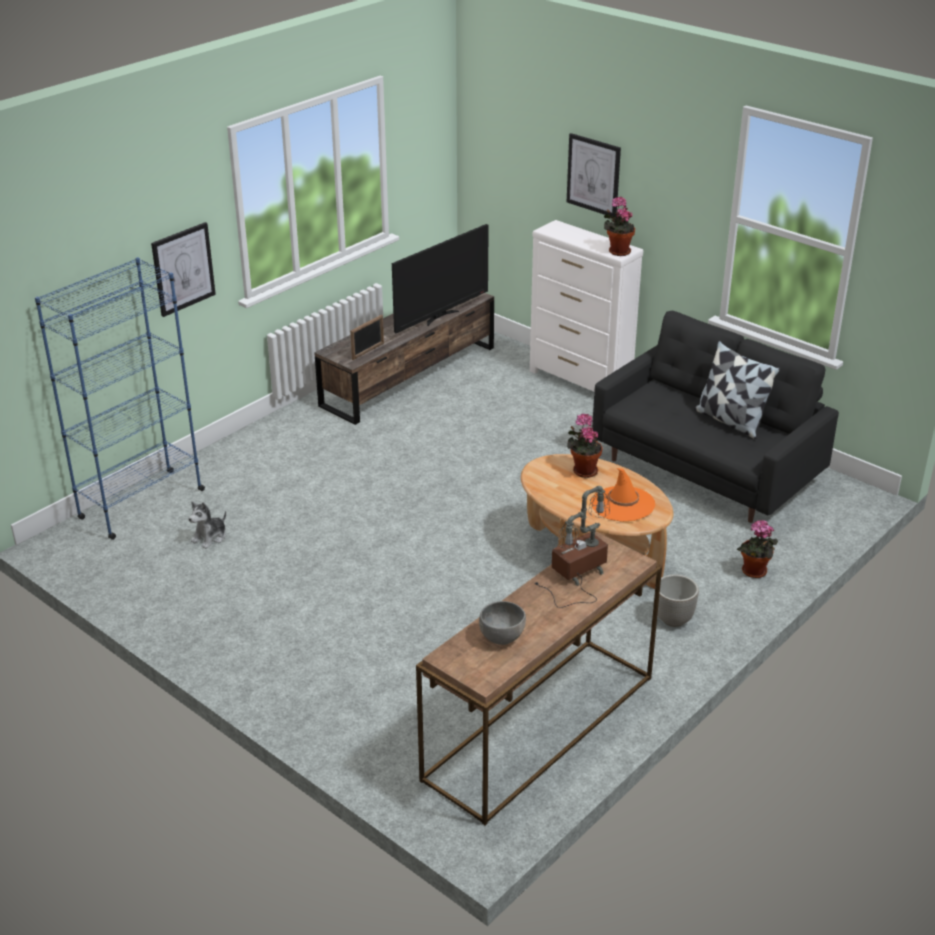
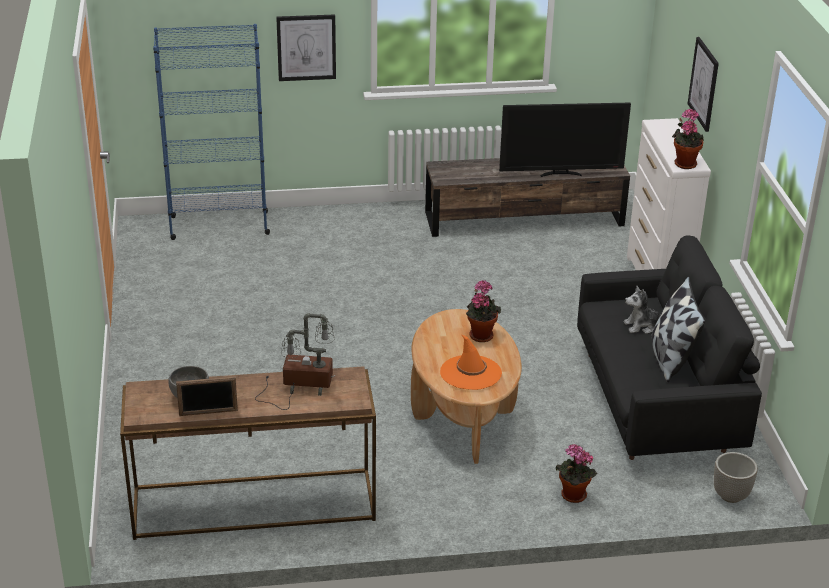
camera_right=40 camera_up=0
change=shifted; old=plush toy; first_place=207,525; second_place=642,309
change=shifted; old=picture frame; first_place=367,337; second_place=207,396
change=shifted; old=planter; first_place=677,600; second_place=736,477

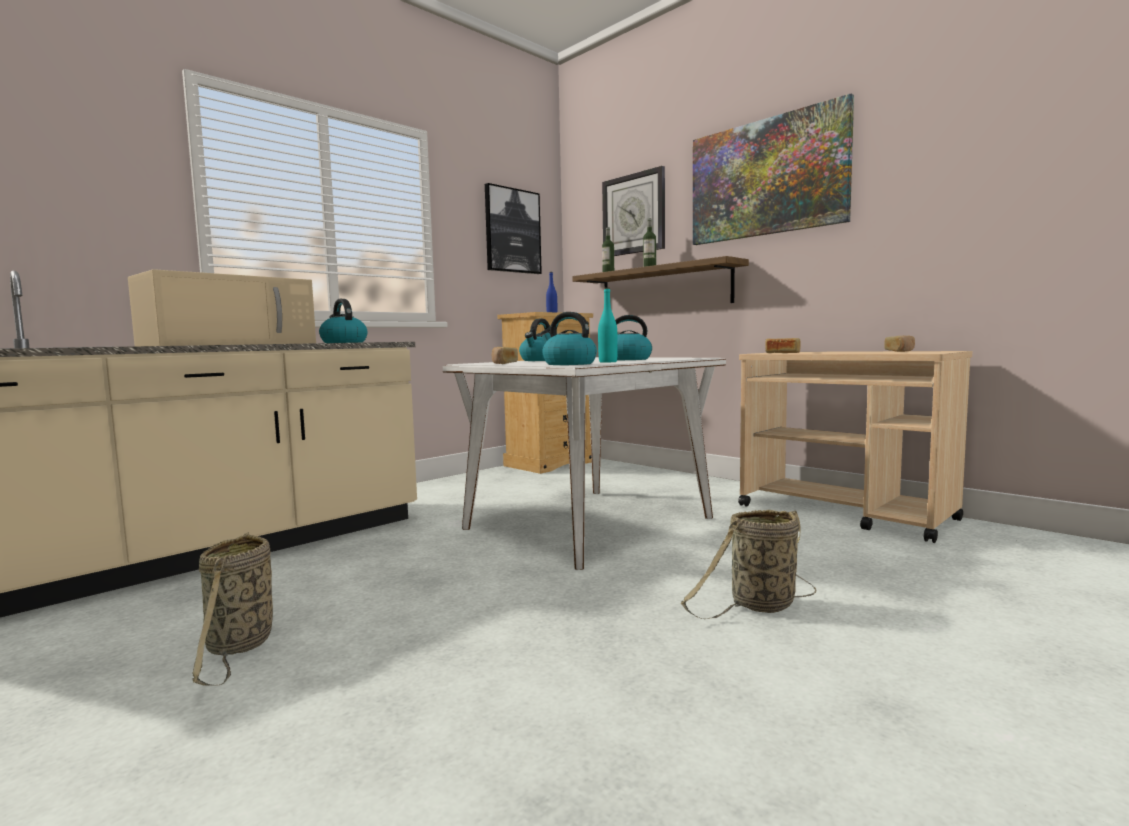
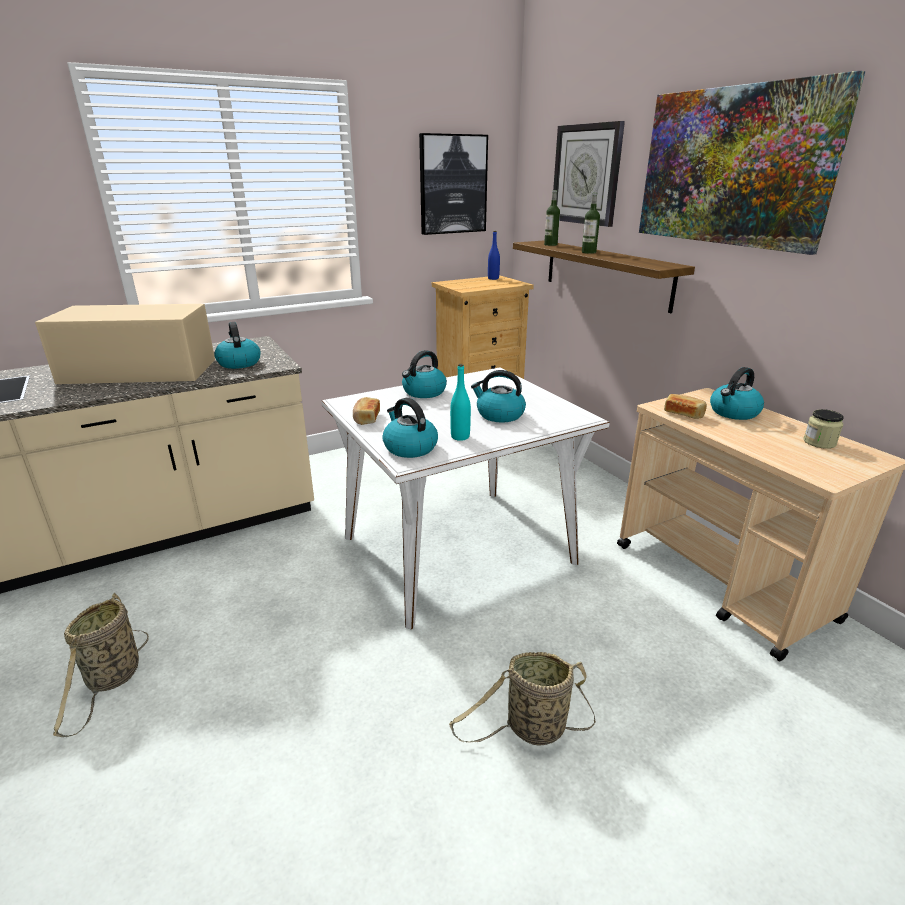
camera_right=15 camera_up=20
change=new; new=kettle; second_place=737,393
change=swapped; old=bread; new=jar; first_place=899,344; second_place=823,429
change=rotated; old=beige microwave; first_place=222,307; second_place=125,344; degrees=-150

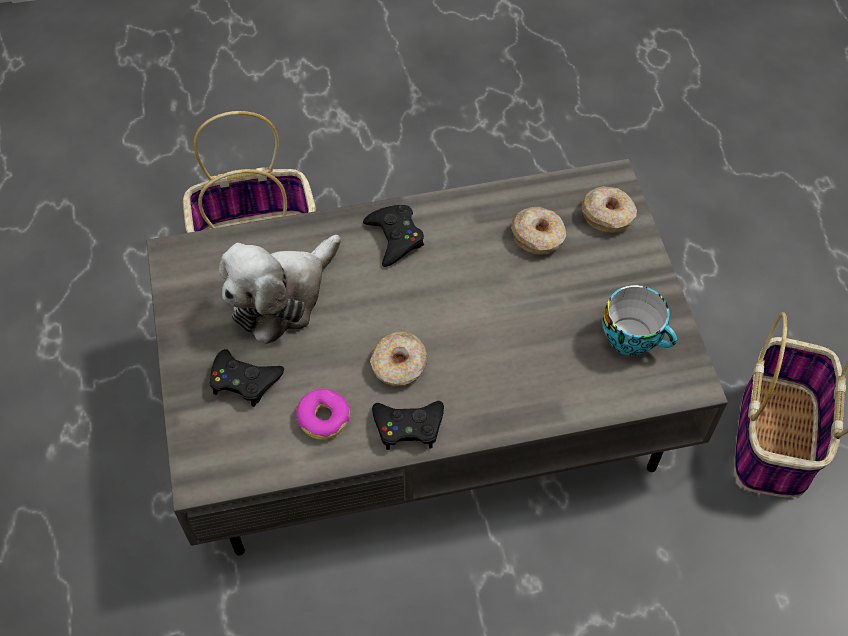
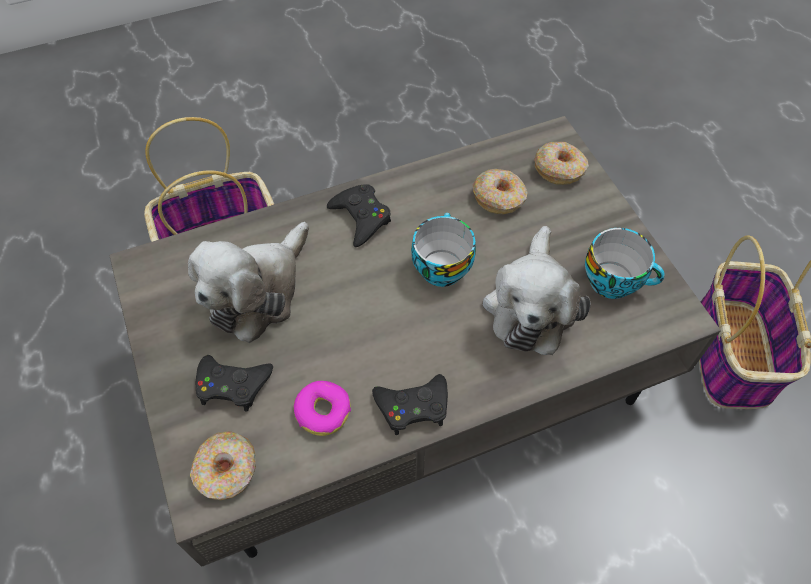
camera_right=-10 camera_up=0
change=new; new=cup; second_place=443,250
change=new; new=plush toy; second_place=537,290
change=shifted; old=donut; first_place=398,359; second_place=223,465

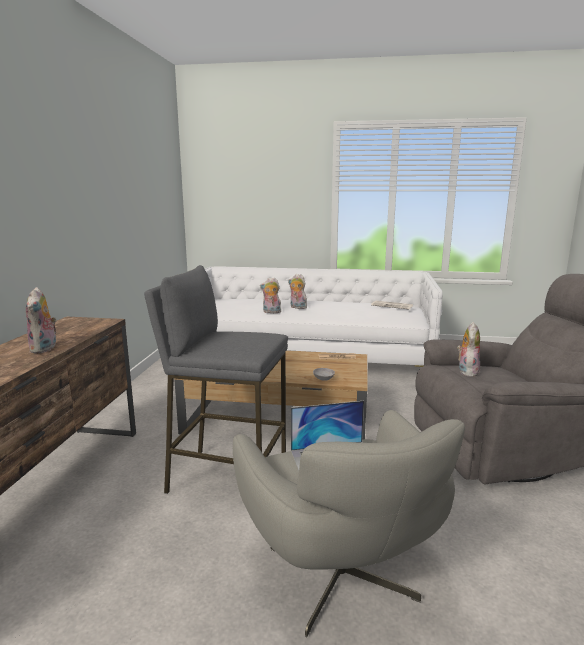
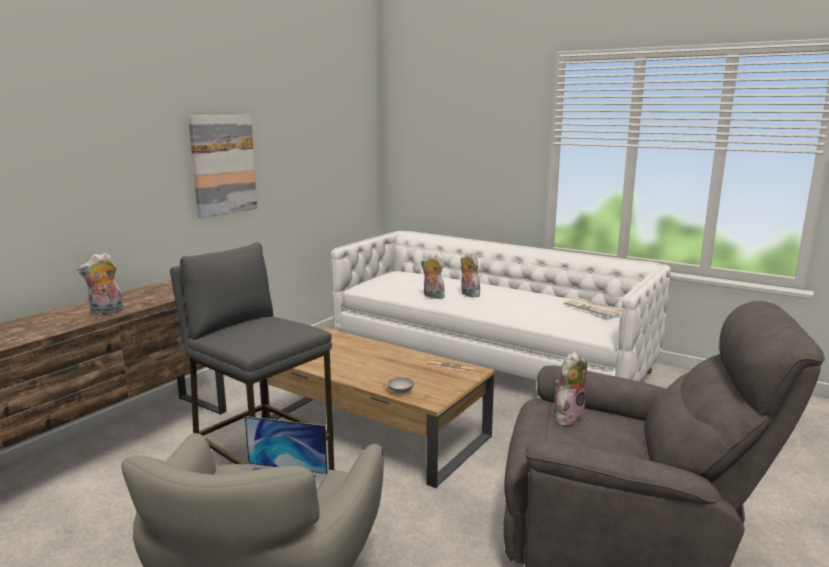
camera_right=25 camera_up=0
change=new; new=picture; second_place=222,166
change=rotated; old=plush toy; first_place=42,320; second_place=101,284; degrees=45

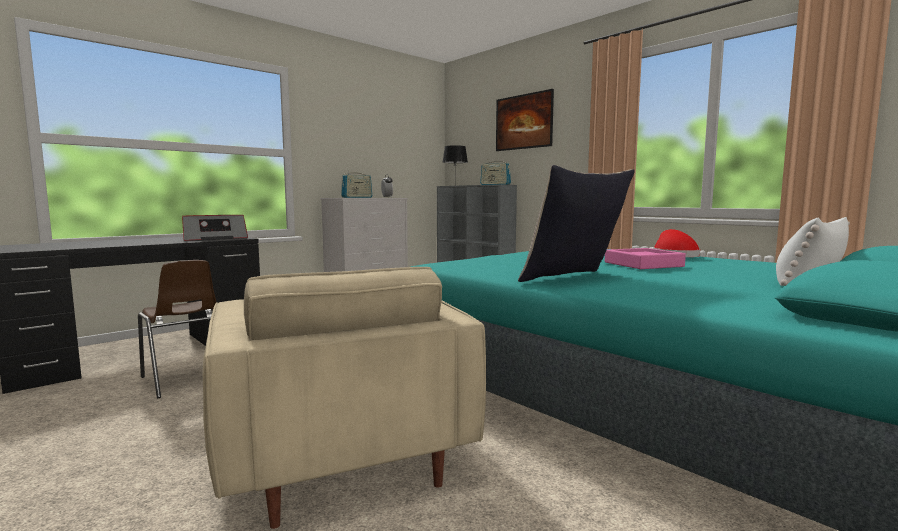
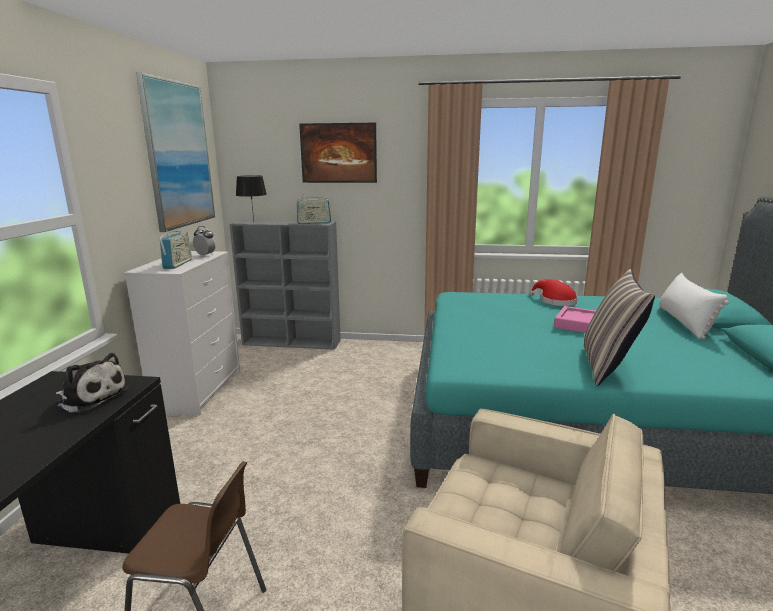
camera_right=-40 camera_up=10
change=new; new=picture; second_place=175,152
change=swapped; old=radio; new=plush toy; first_place=215,228; second_place=92,382

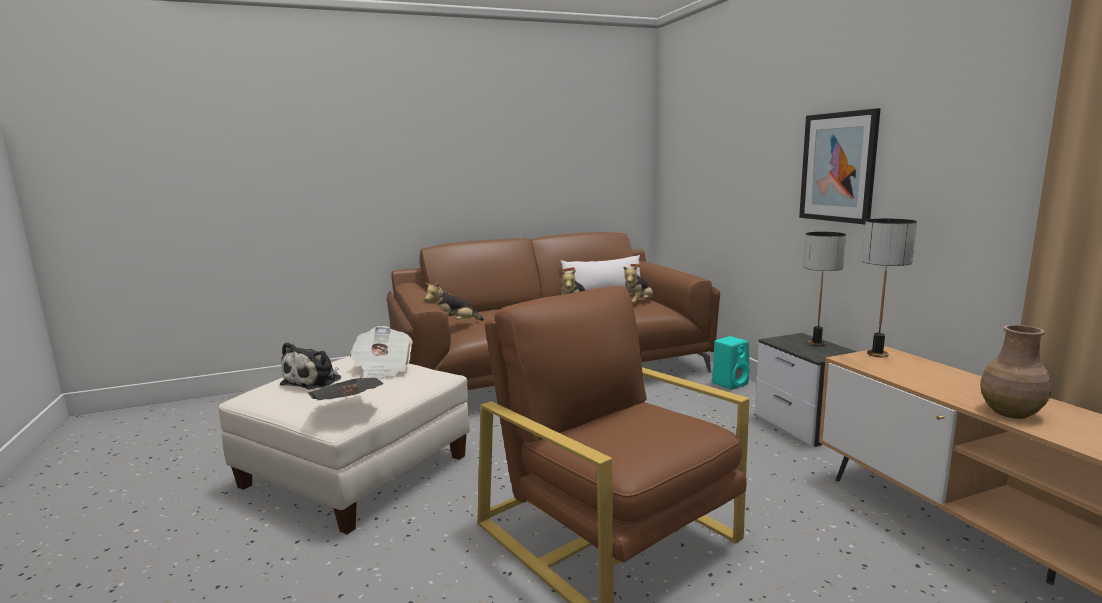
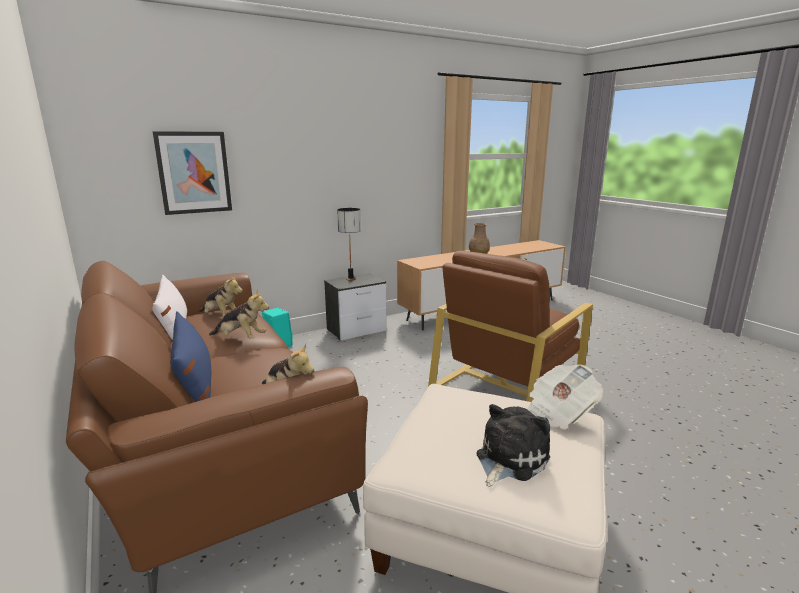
camera_right=-100 camera_up=5
change=gone; old=newspaper; first_place=381,353
change=gone; old=table lamp; first_place=889,288
change=new; new=blue pillow; second_place=190,356
change=shifted; old=picture; first_place=840,166; second_place=192,173
change=rotated; old=plush toy; first_place=310,365; second_place=513,445; degrees=-60

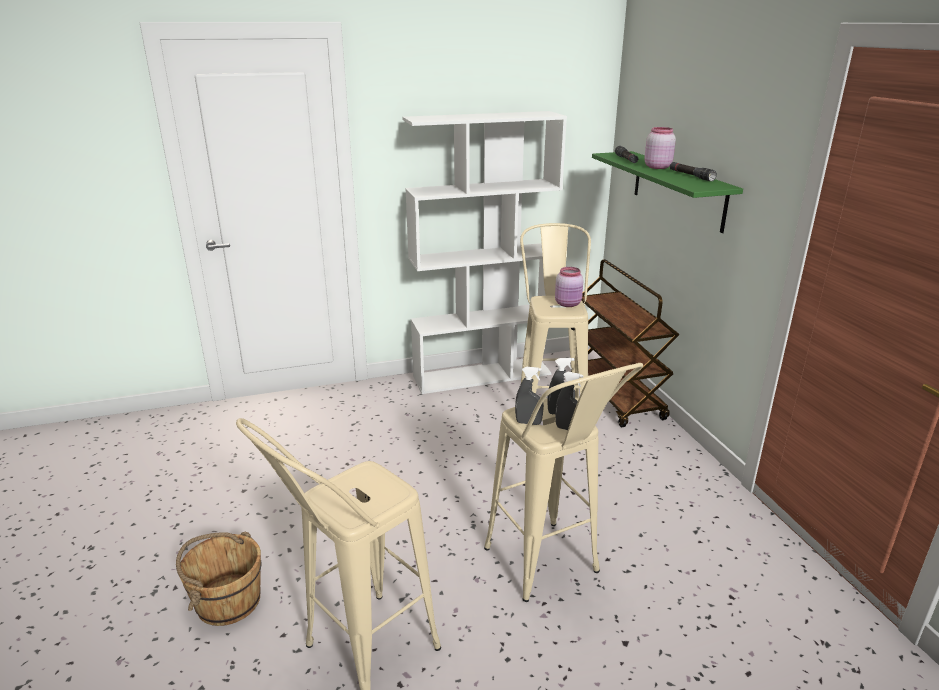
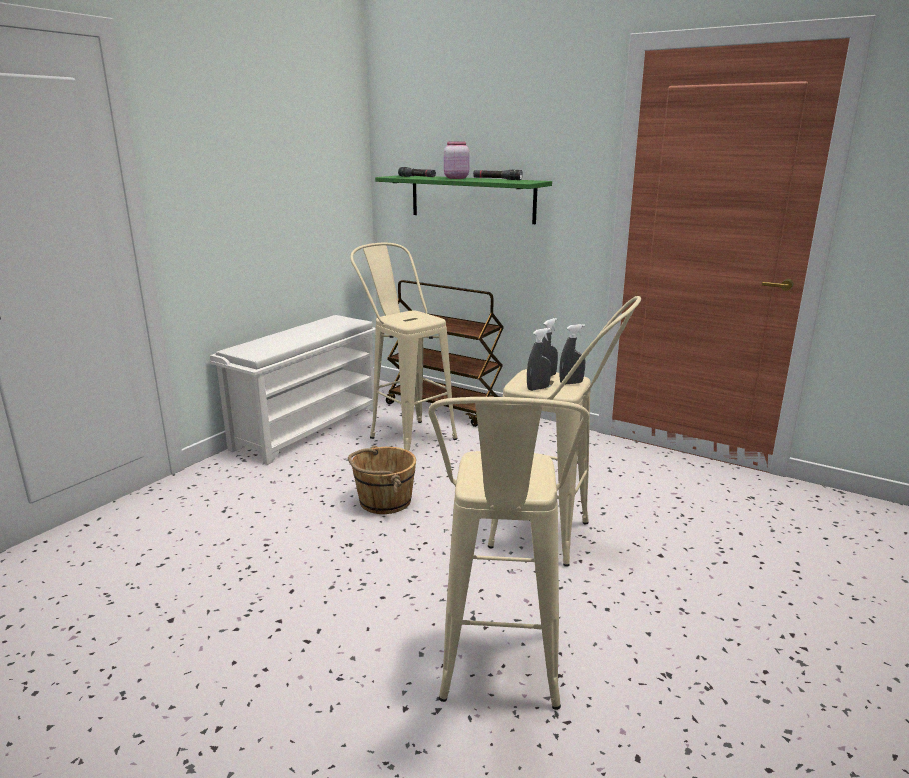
camera_right=-40 camera_up=-5
change=gone; old=pink jar; first_place=569,287
change=shifted; old=brown bucket; first_place=218,578; second_place=382,480
change=swapped; old=white bookcase; new=white shoe rack; first_place=484,252; second_place=293,390

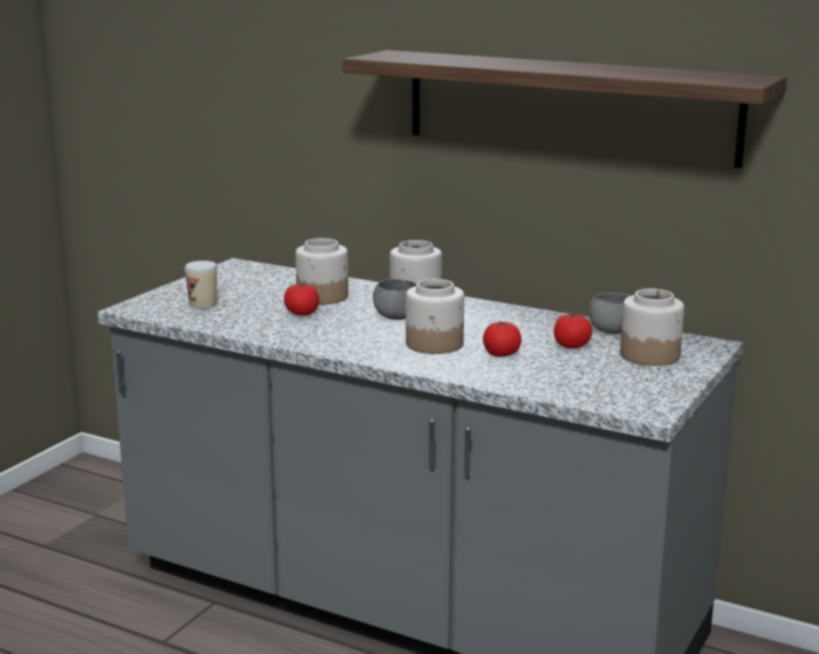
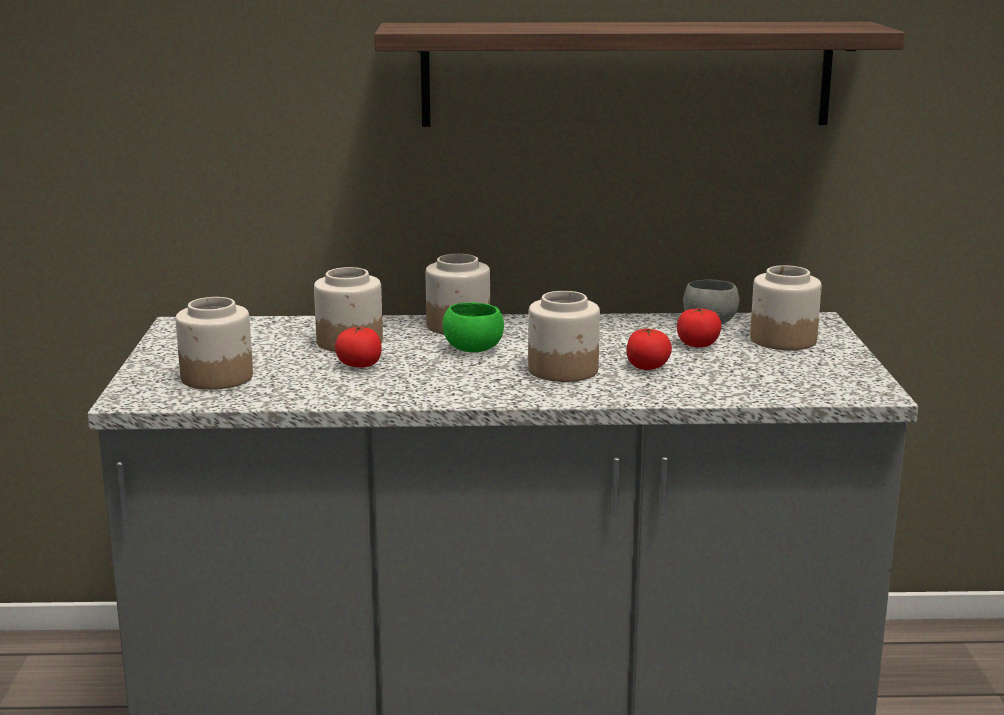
camera_right=-30 camera_up=0
change=swapped; old=cup; new=jar; first_place=200,285; second_place=214,343
change=repainted; old=grey bowl; new=green bowl; first_place=394,299; second_place=473,327

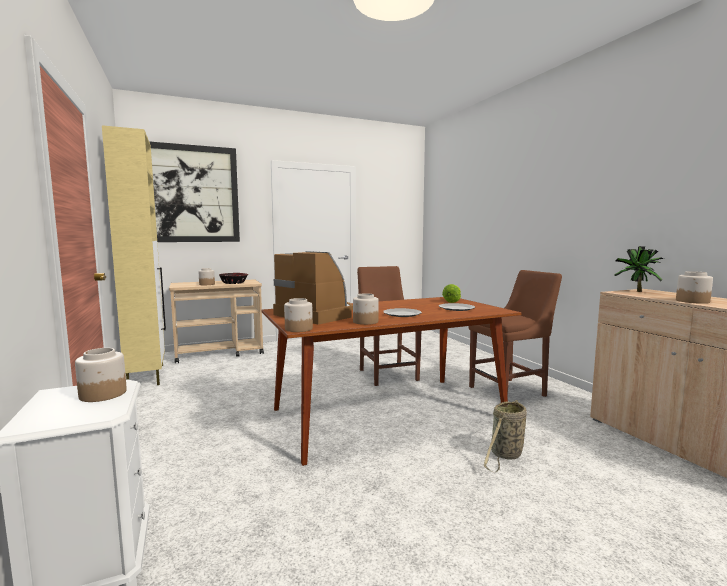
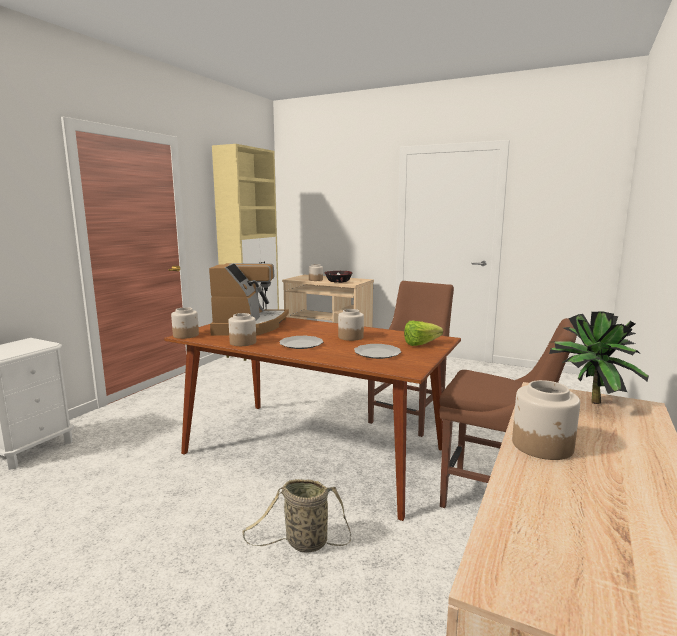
camera_right=50 camera_up=5
change=gone; old=picture; first_place=194,191
change=shifted; old=jar; first_place=101,375; second_place=351,325

